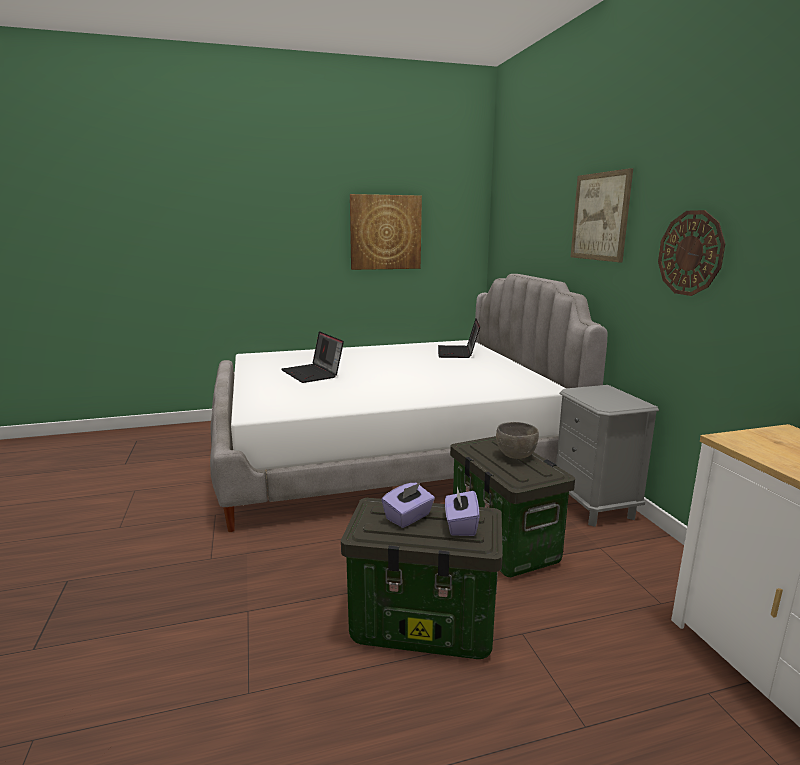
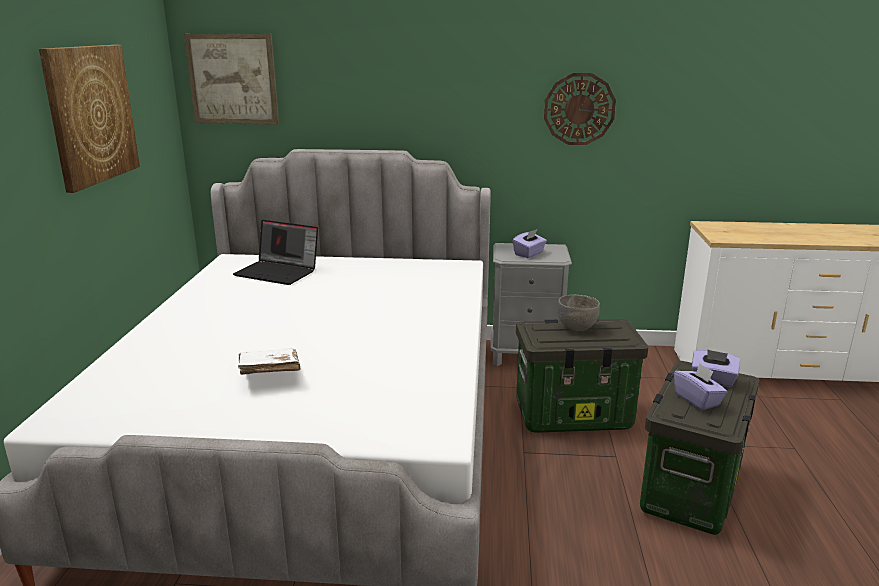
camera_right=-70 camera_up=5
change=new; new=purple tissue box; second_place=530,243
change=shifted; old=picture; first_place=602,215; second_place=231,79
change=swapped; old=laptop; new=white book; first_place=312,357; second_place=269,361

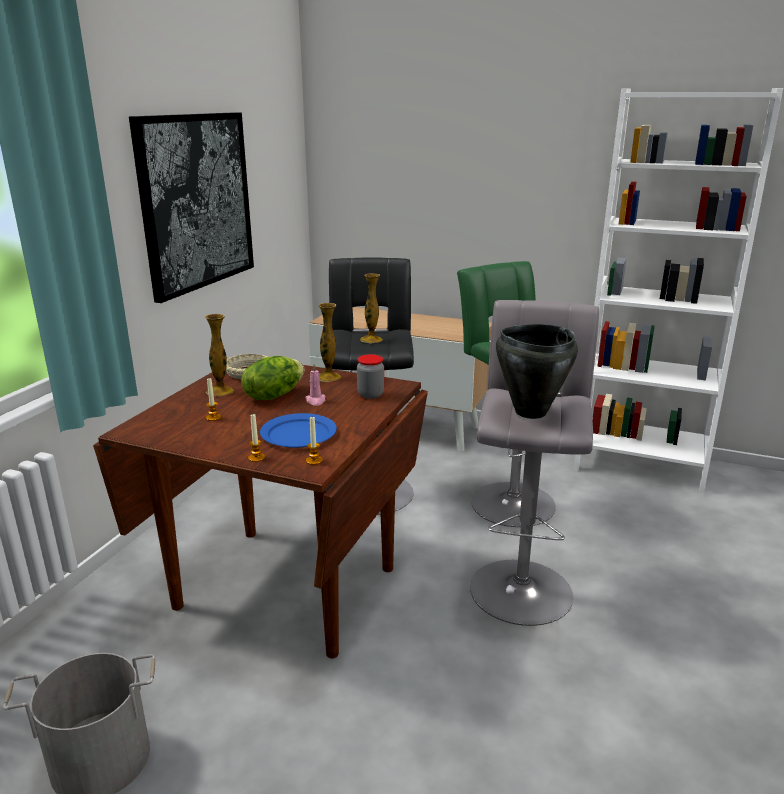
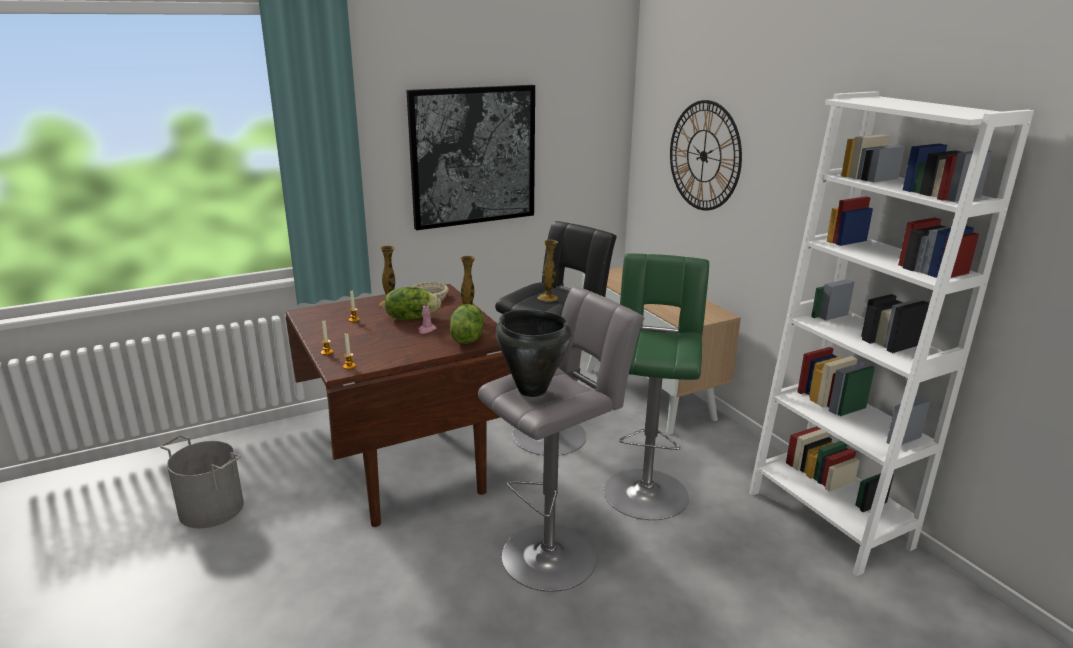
camera_right=40 camera_up=0
change=gone; old=blue plate; first_place=298,430
change=new; new=wall clock; second_place=706,155
change=swapped; old=jar; new=lettuce; first_place=370,376; second_place=467,324

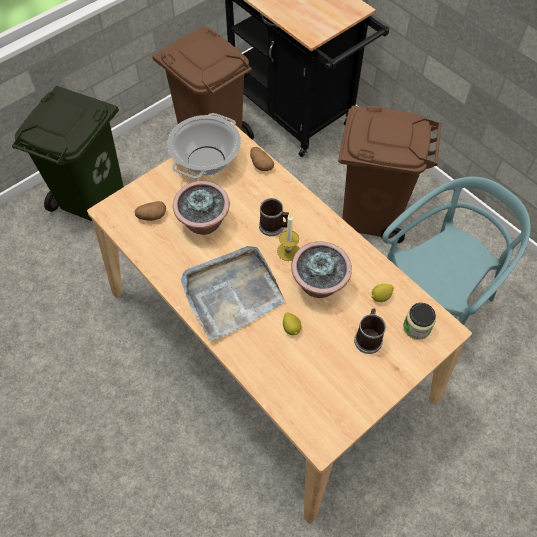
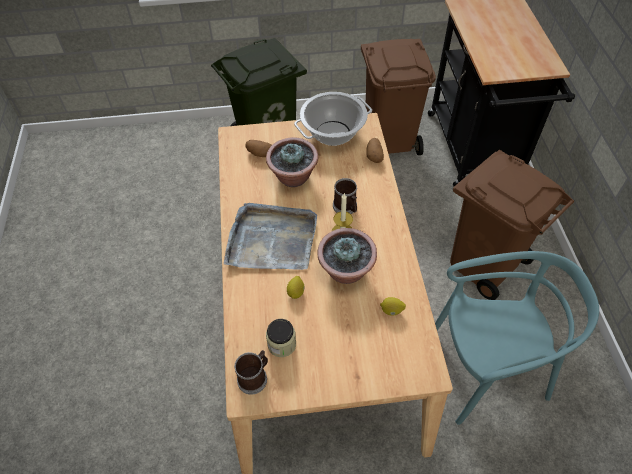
camera_right=35 camera_up=-5
change=shifted; old=mug; first_place=370,331; second_place=251,372
change=shifted; old=jar; first_place=419,321; second_place=281,338

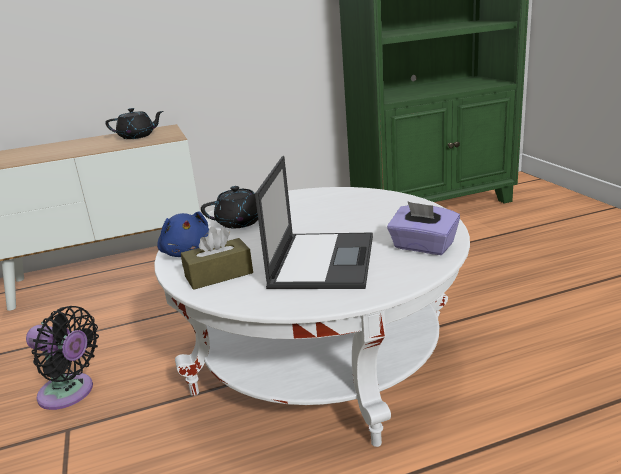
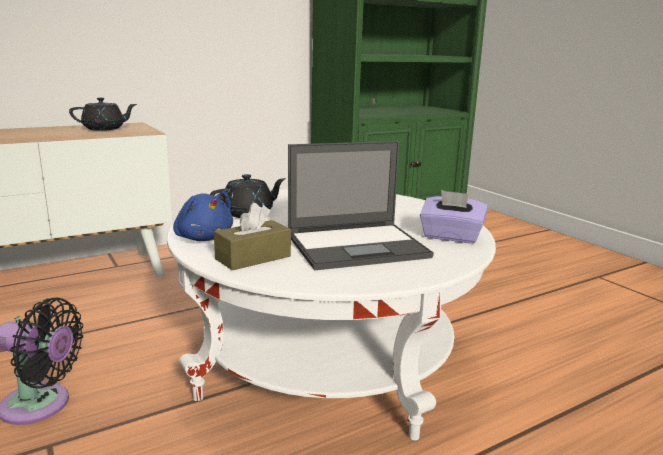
camera_right=-15 camera_up=-5
change=rotated; old=laptop; first_place=314,222; second_place=361,205; degrees=75

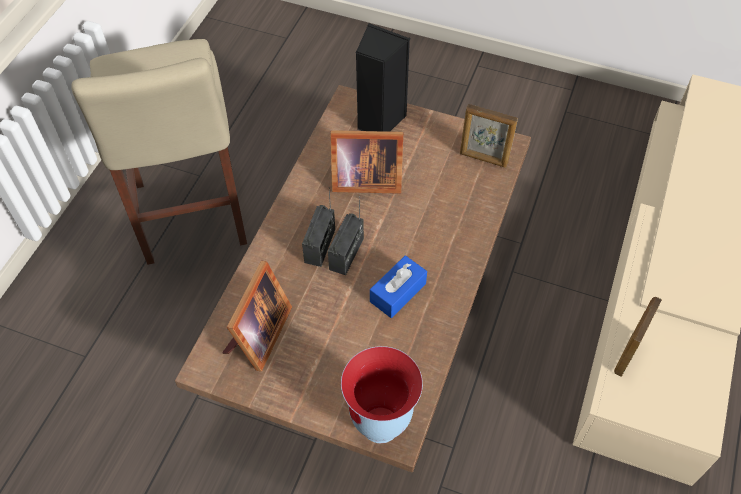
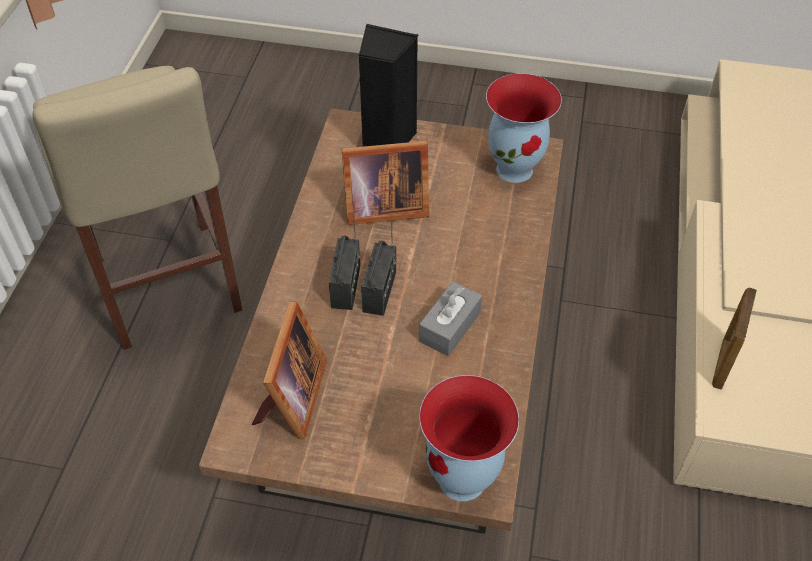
camera_right=-10 camera_up=-5
change=swapped; old=picture frame; new=vase; first_place=489,136; second_place=524,128
change=repainted; old=blue tissue box; new=grey tissue box; first_place=398,287; second_place=450,318

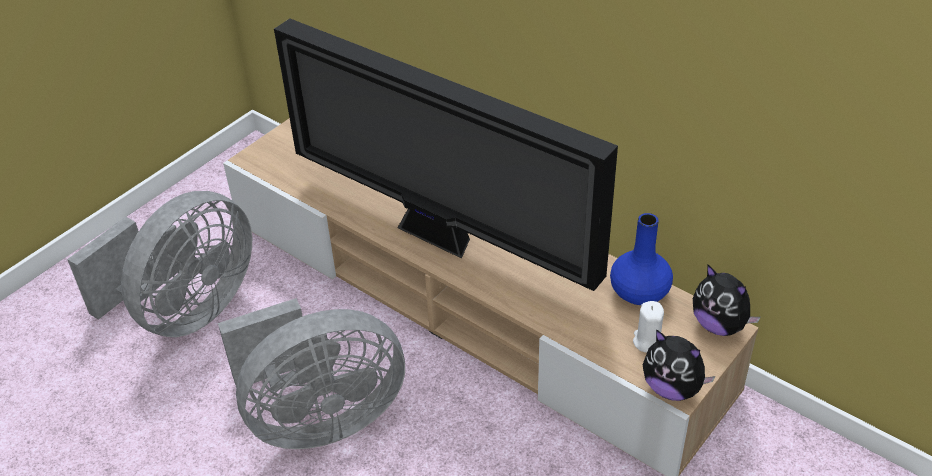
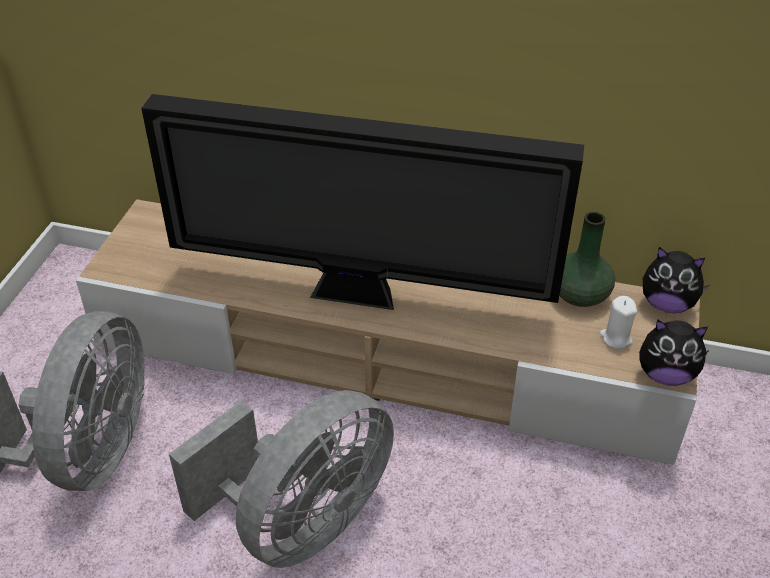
camera_right=-25 camera_up=0
change=repainted; old=blue vase; new=green vase; first_place=641,259; second_place=587,259

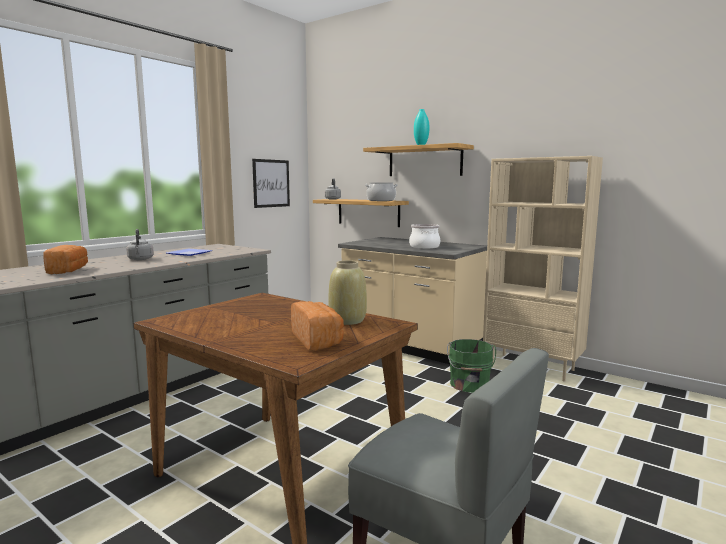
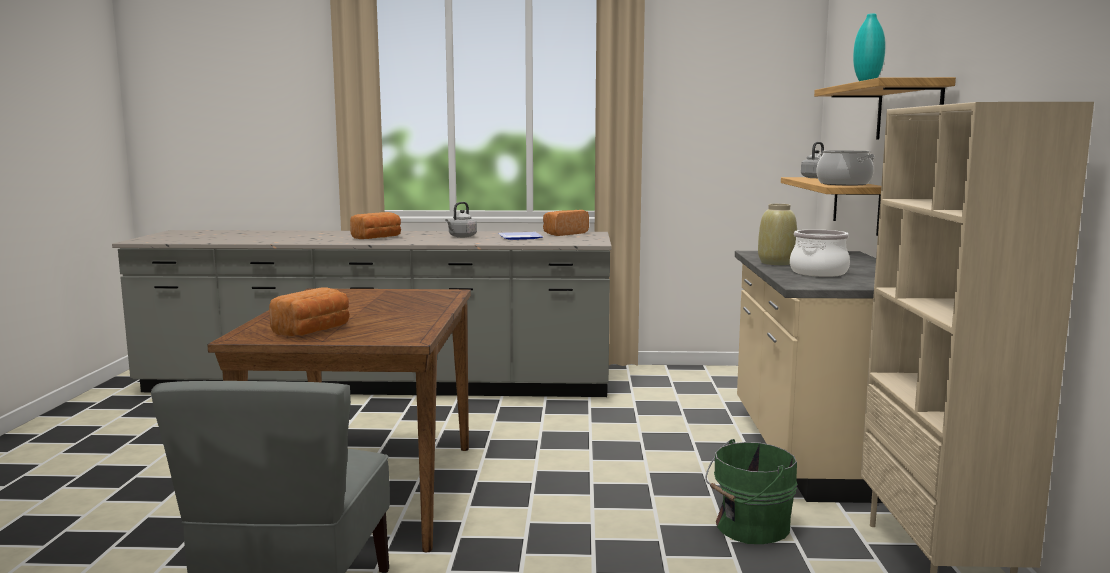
camera_right=55 camera_up=0
change=gone; old=picture; first_place=271,183
change=new; new=bread; second_place=566,223
change=shifted; old=beige vase; first_place=347,292; second_place=777,234

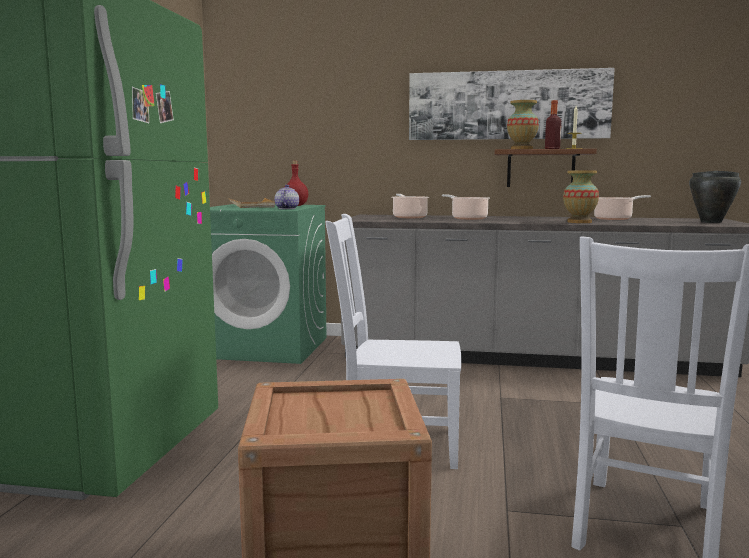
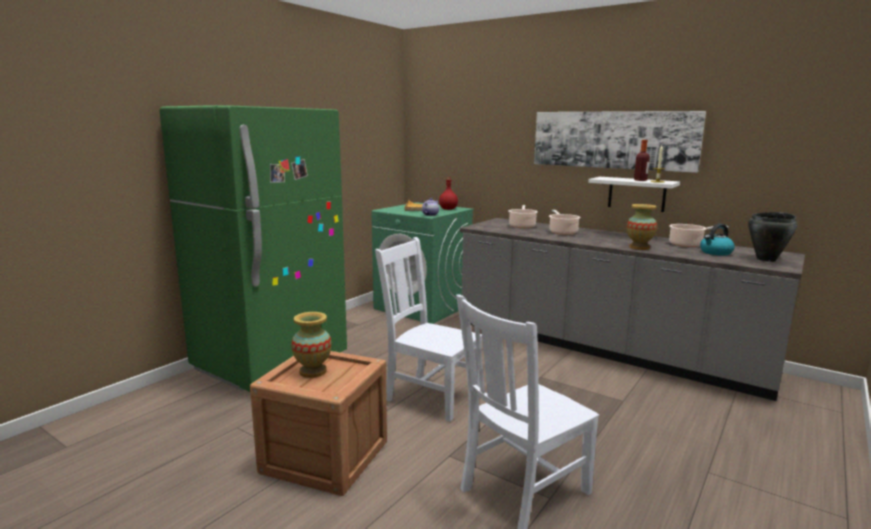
camera_right=25 camera_up=5
change=new; new=kettle; second_place=717,240
change=shifted; old=vase; first_place=523,124; second_place=311,345
change=repainted; old=brown shelf; new=white shelf; first_place=545,168; second_place=634,194

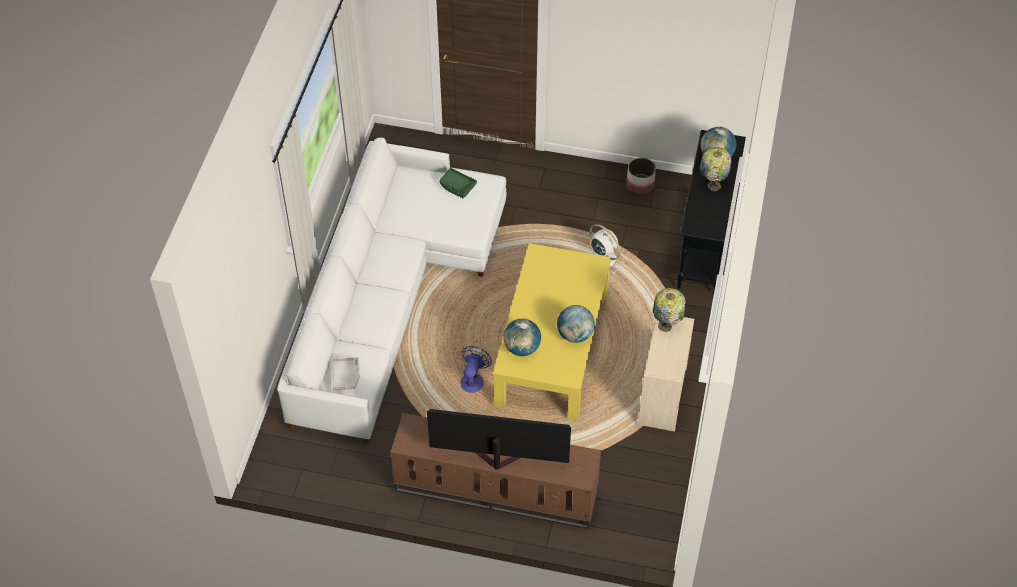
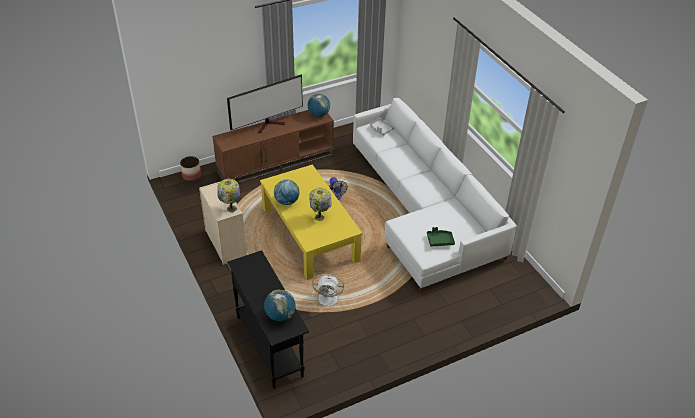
camera_right=140 camera_up=-10
change=shifted; old=globe; first_place=522,337; second_place=318,105
change=shifted; old=planter; first_place=641,176; second_place=190,168
change=shifted; old=table lamp; first_place=716,169; second_place=320,204

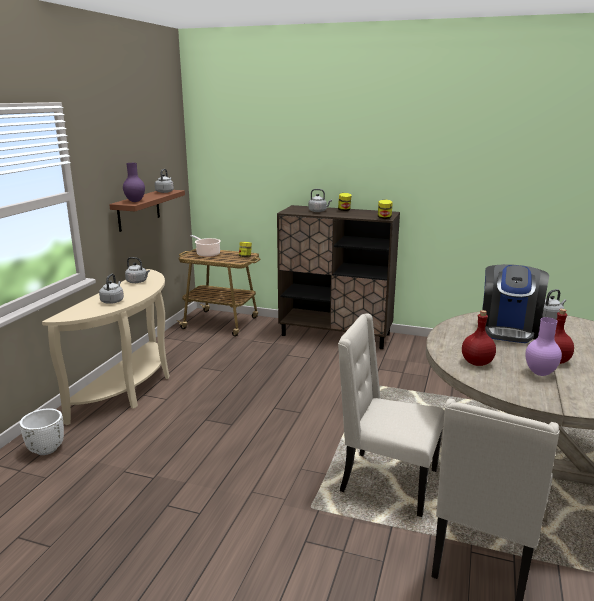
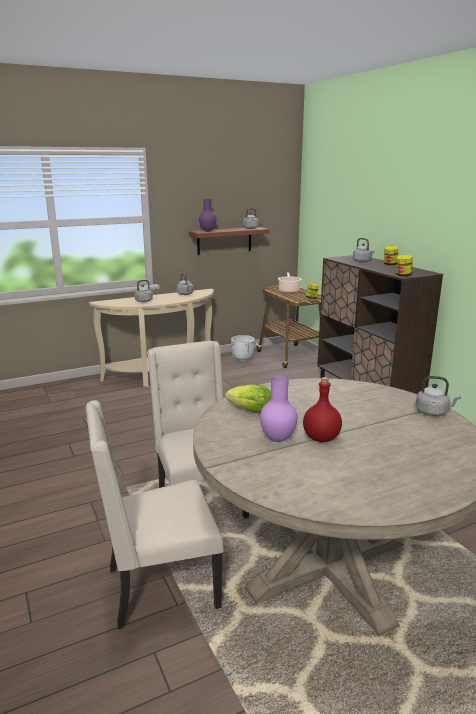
camera_right=45 camera_up=0
change=gone; old=coffee machine; first_place=515,303
change=shifted; old=white planter; first_place=42,431; second_place=243,348
change=swapped; old=red bottle; new=lettuce; first_place=479,338; second_place=248,399

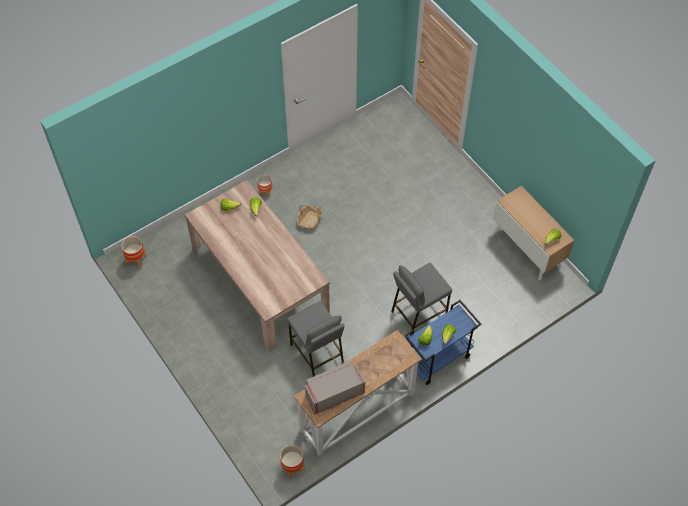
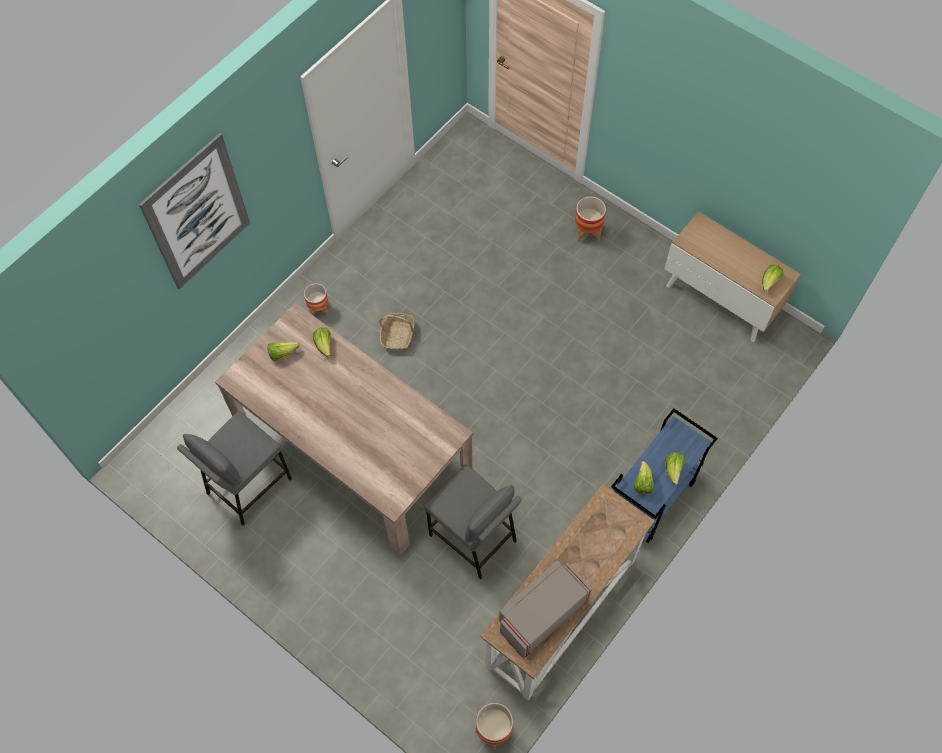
camera_right=-15 camera_up=5
change=new; new=picture; second_place=194,211
change=shifted; old=planter; first_place=133,252; second_place=590,220
change=shifted; old=grey stool; first_place=421,299; second_place=234,468

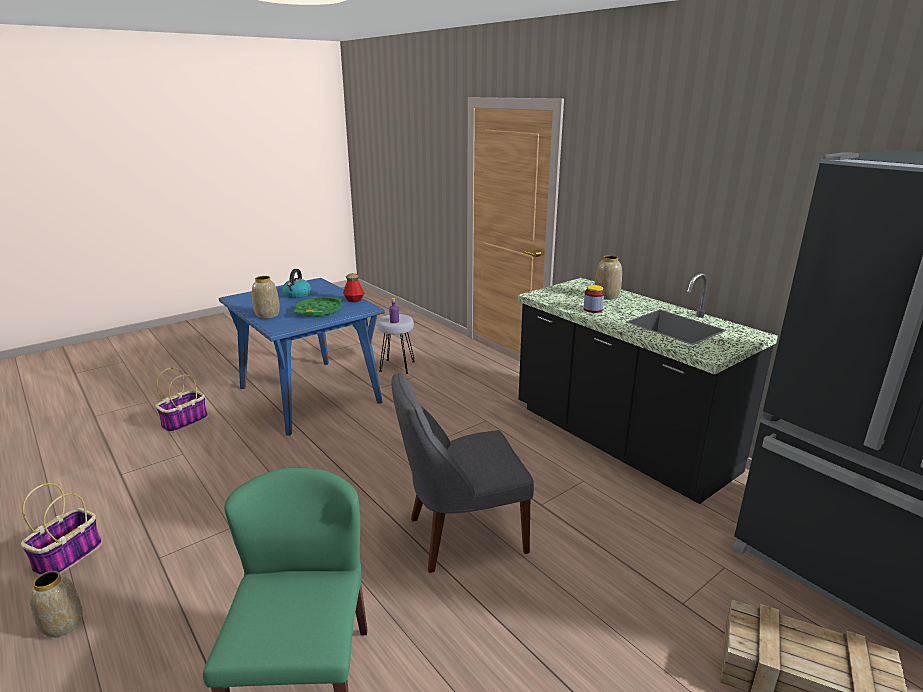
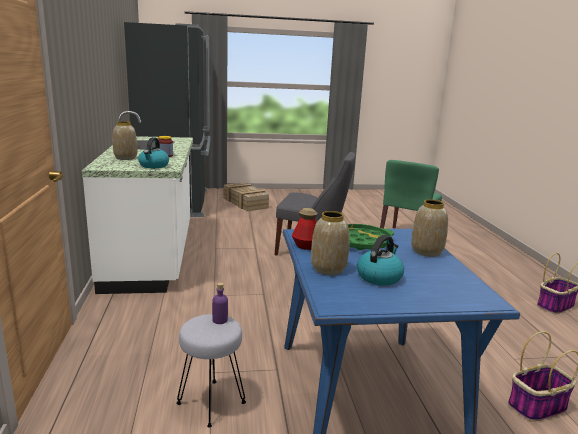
camera_right=-150 camera_up=-5
change=new; new=kettle; second_place=153,152
change=shifted; old=vase; first_place=56,604; second_place=330,243
change=repainted; old=black counter; new=white counter; first_place=648,388; second_place=137,202

